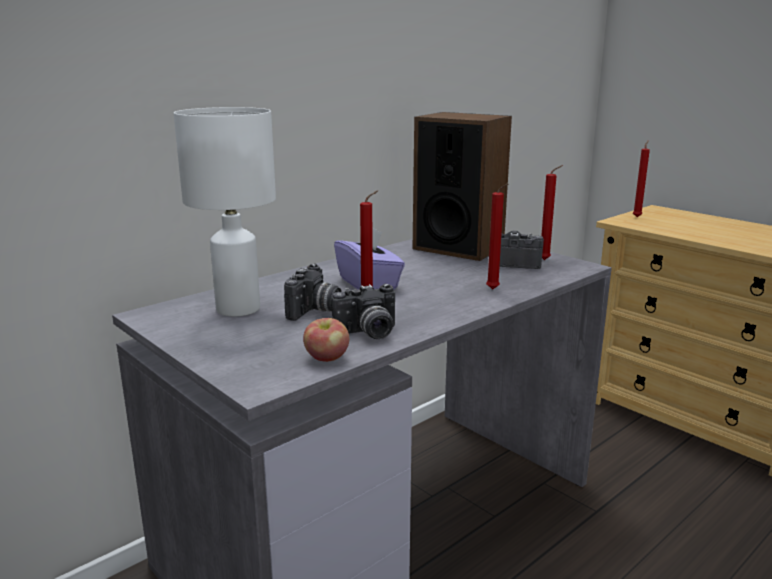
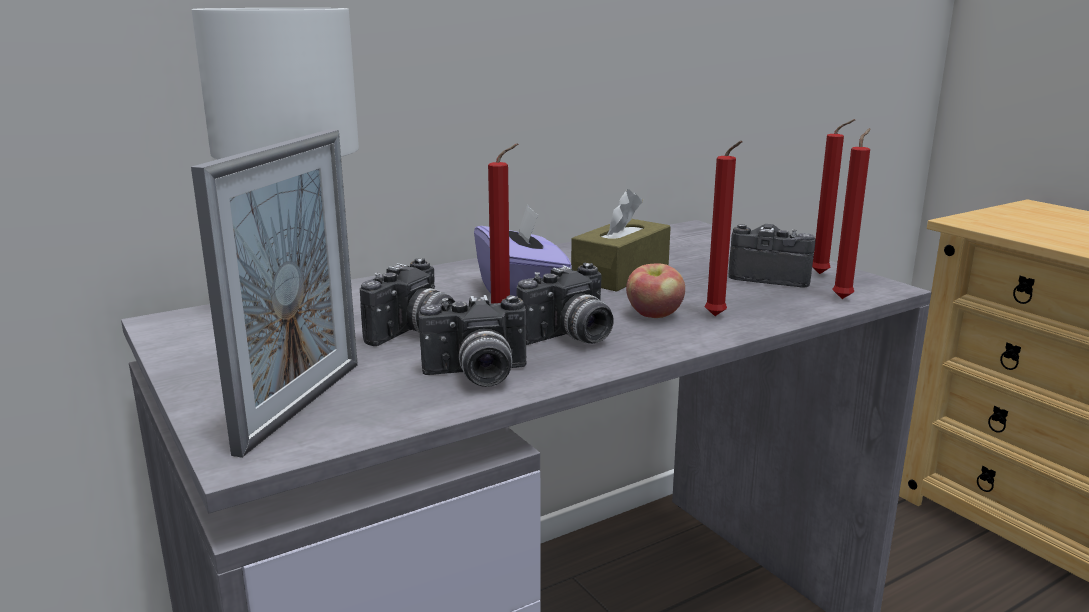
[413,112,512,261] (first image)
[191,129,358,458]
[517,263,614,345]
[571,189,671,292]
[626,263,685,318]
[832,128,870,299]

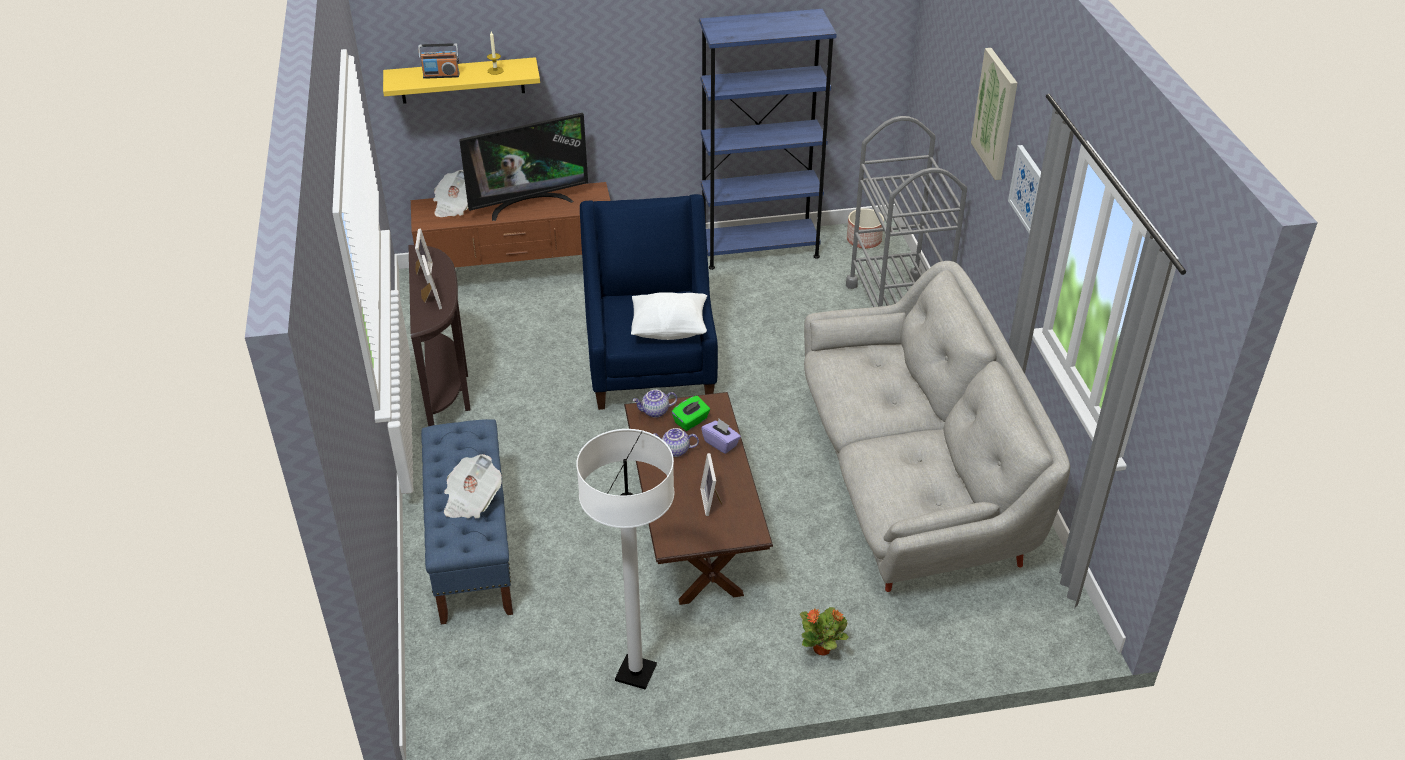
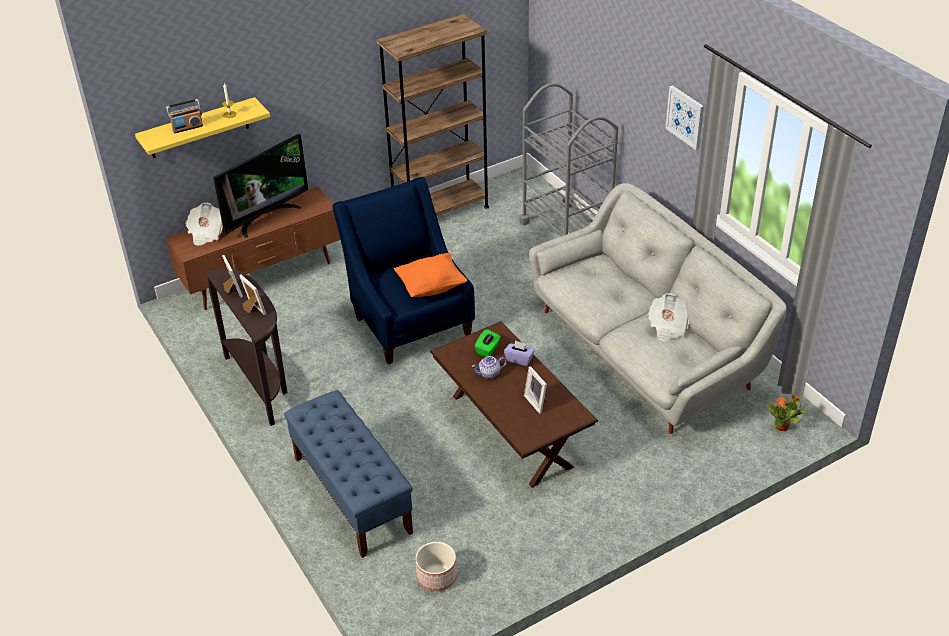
[576,429,675,689] (first image)
[633,390,677,418] (first image)
[971,48,1017,180] (first image)
[648,293,689,341]
[766,394,807,431]
[415,542,457,591]
[394,253,467,297]
[376,14,489,216]

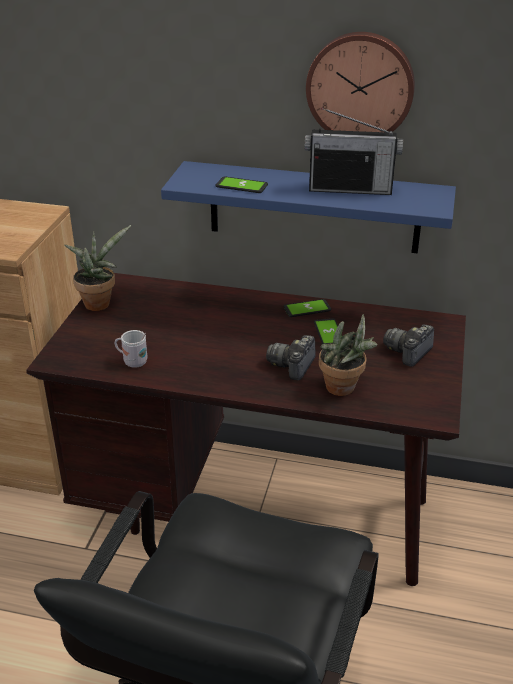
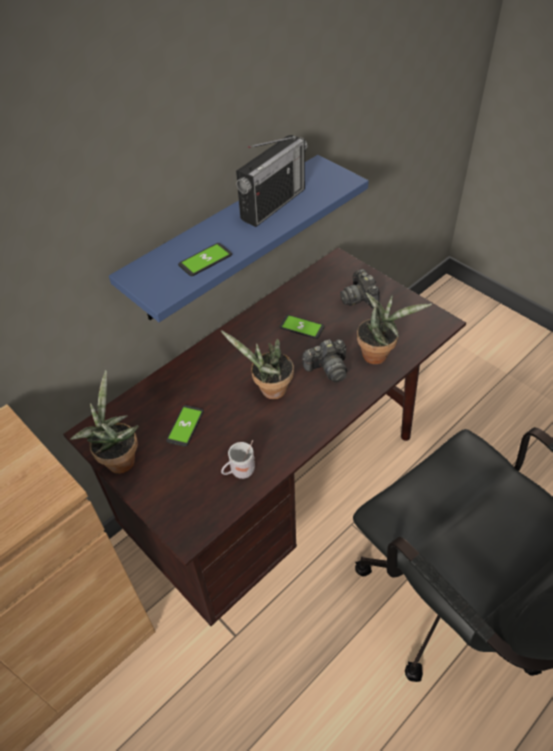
[306,32,415,132] (first image)
[221,330,294,399]
[166,405,204,447]
[303,339,347,382]

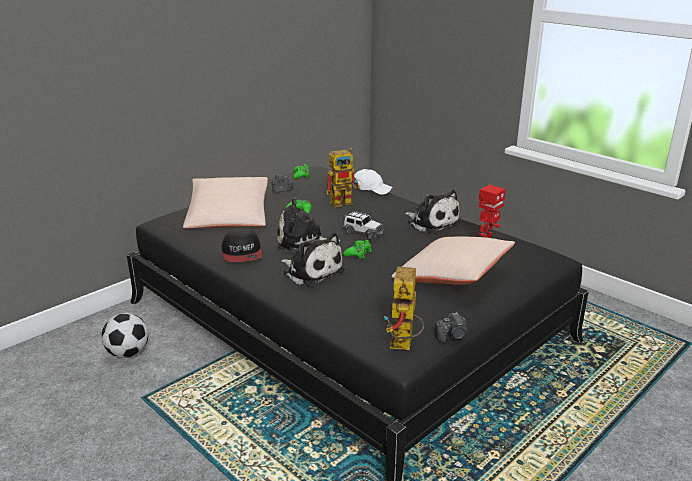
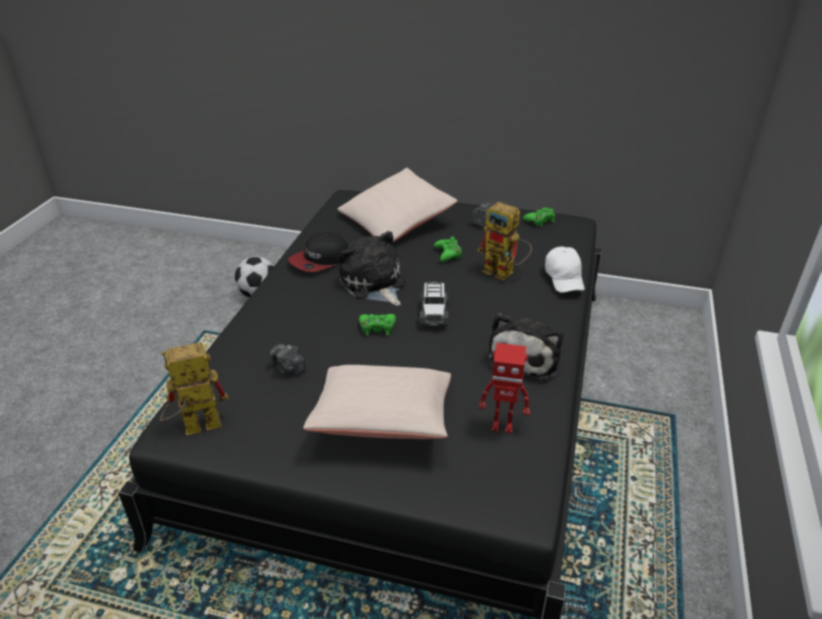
[281,232,345,287] (first image)
[269,344,306,375]

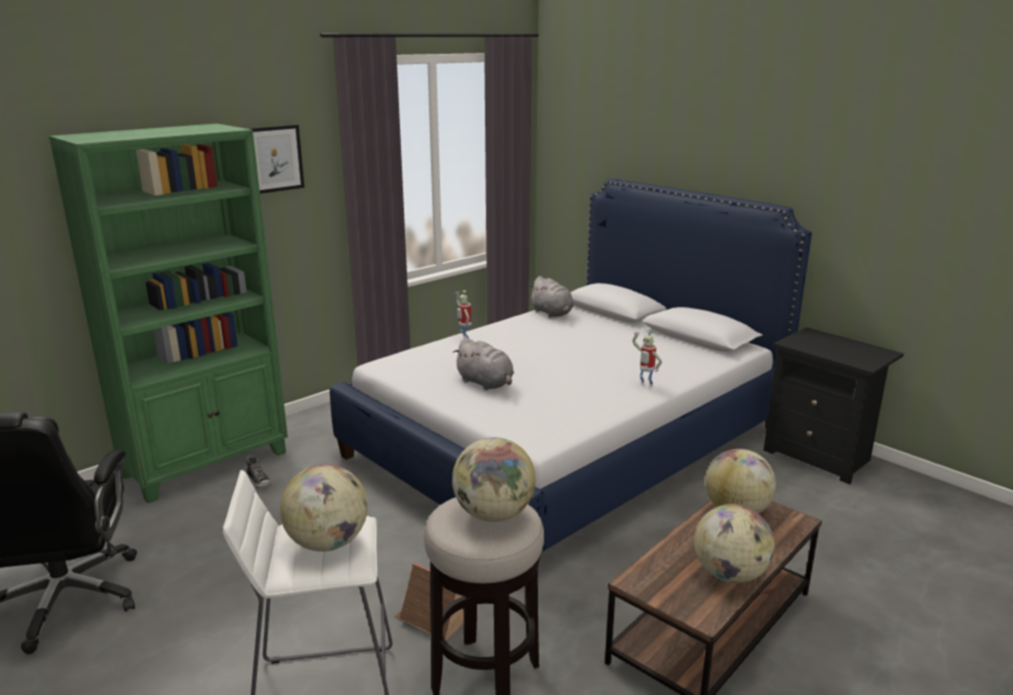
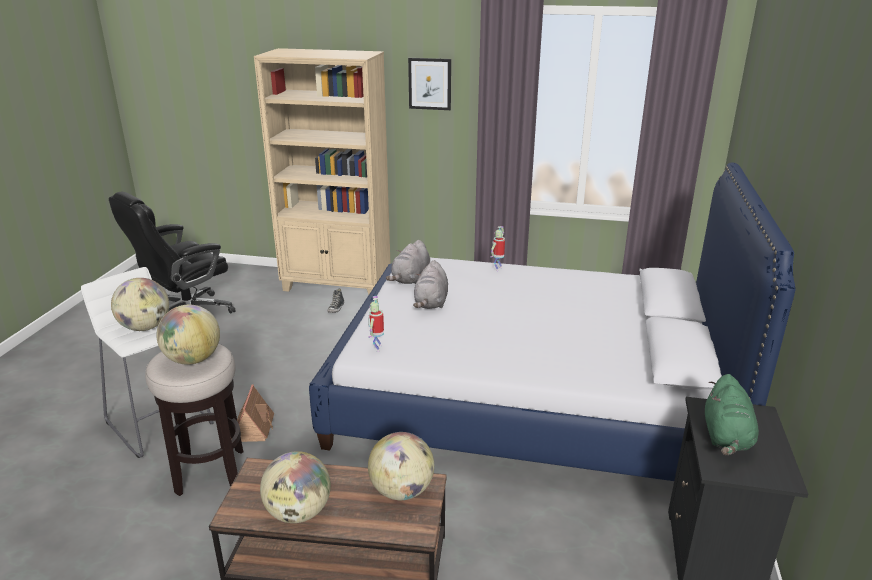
[705,374,759,455]
[386,240,430,284]
[368,296,384,352]
[254,48,391,295]

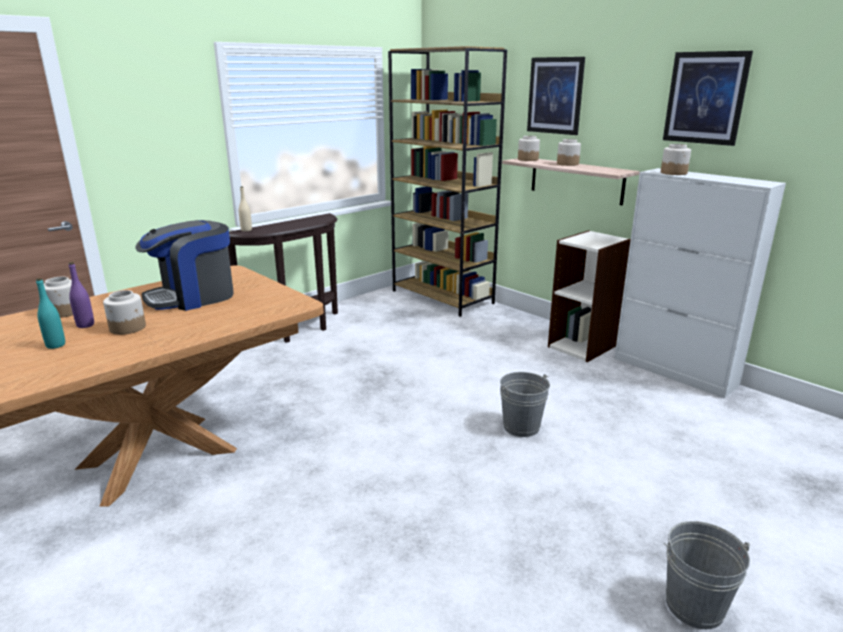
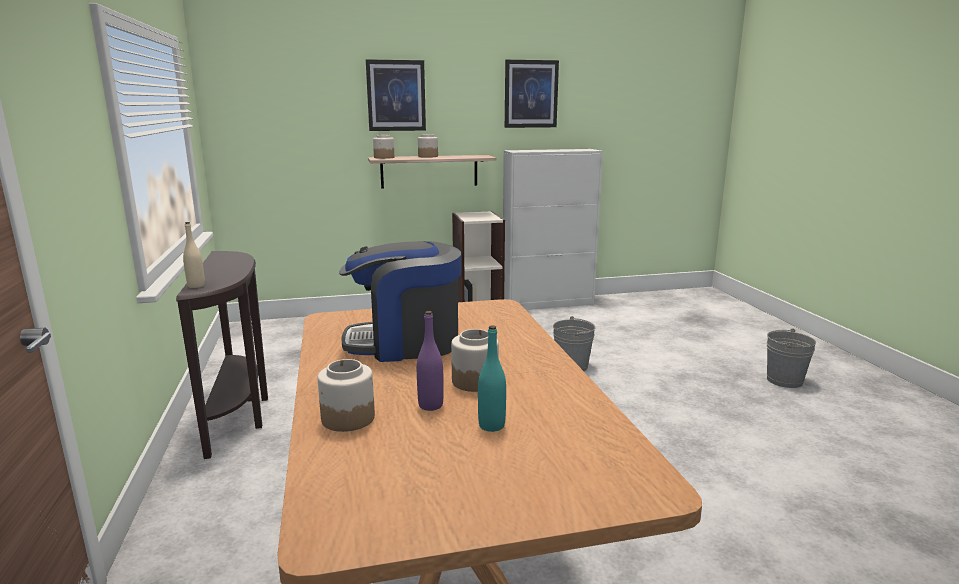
[388,46,507,317] (first image)
[661,144,691,175] (first image)
[339,241,461,362]

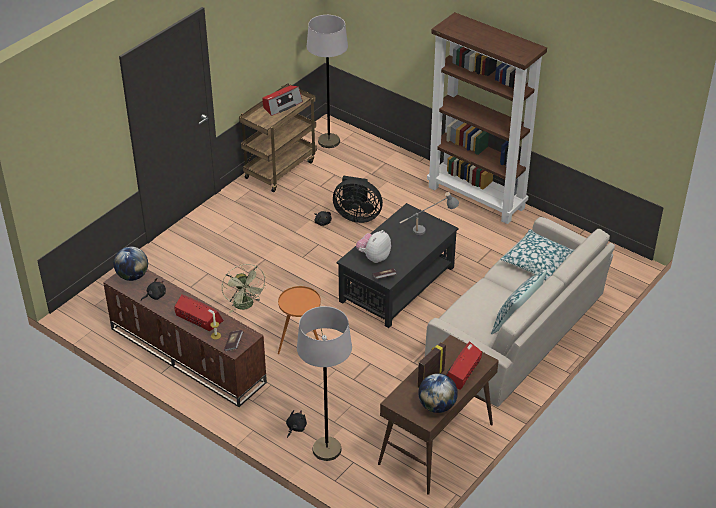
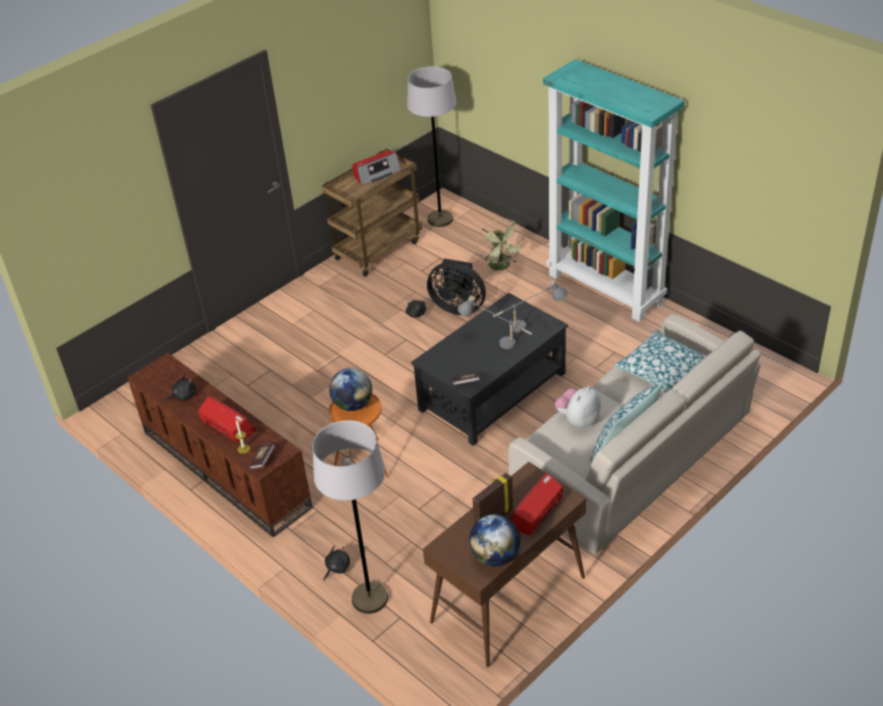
[458,295,532,349]
[329,368,372,411]
[477,219,525,273]
[555,386,601,428]
[543,59,685,322]

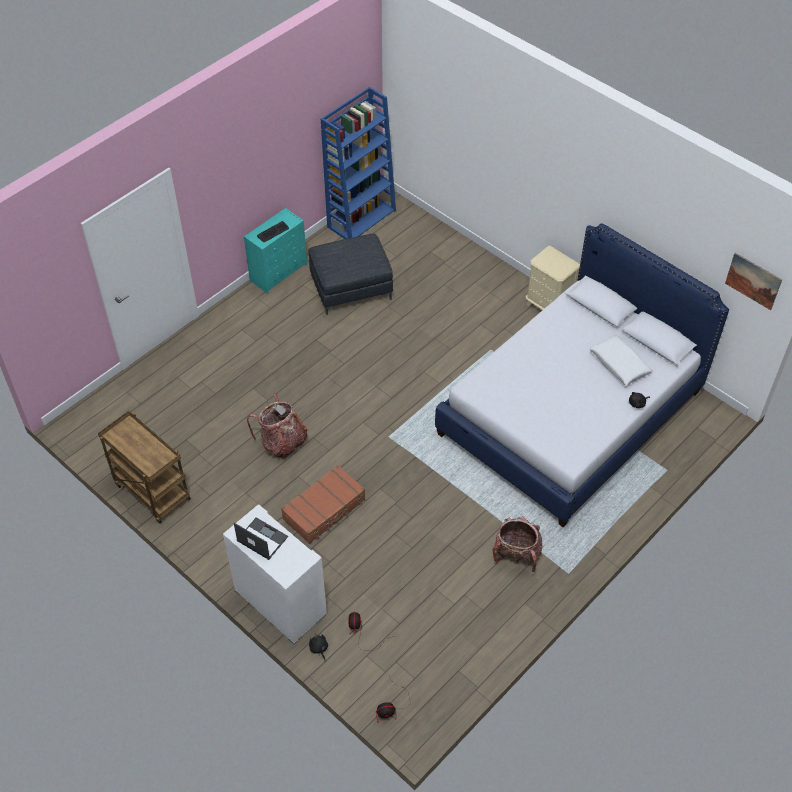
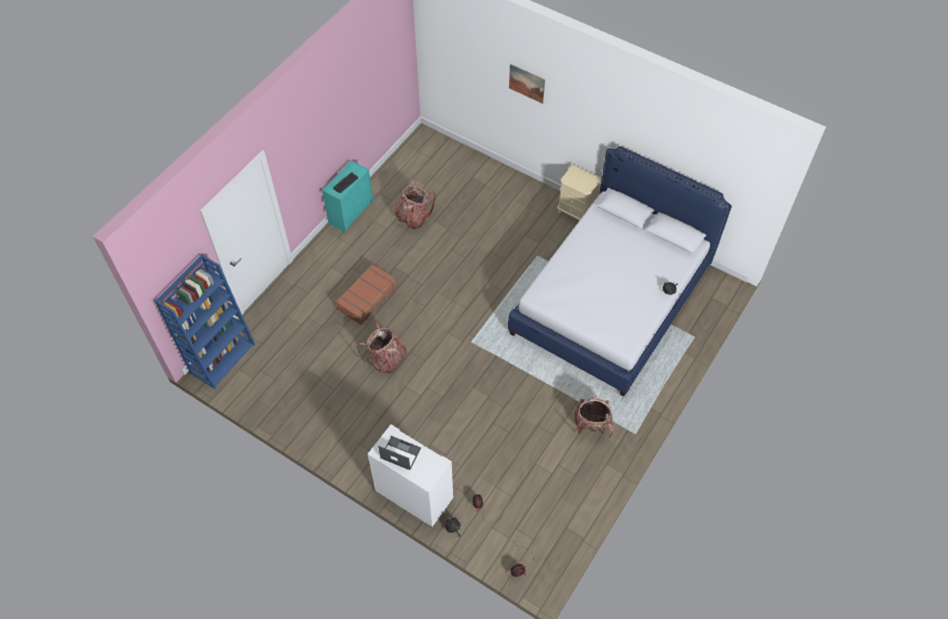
[98,411,191,523] (first image)
[590,336,652,385] (first image)
[336,264,397,325]
[155,254,255,389]
[509,64,545,104]
[395,180,436,229]

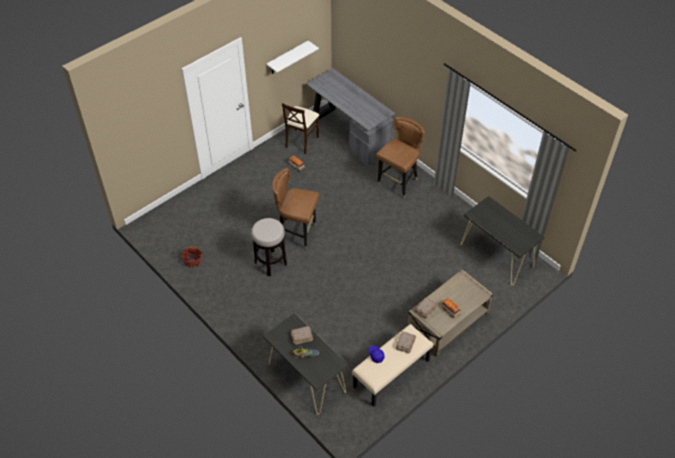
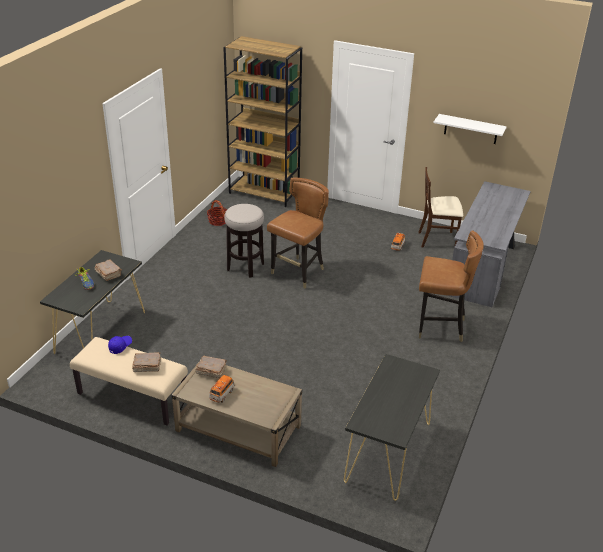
[223,36,302,207]
[267,178,329,289]

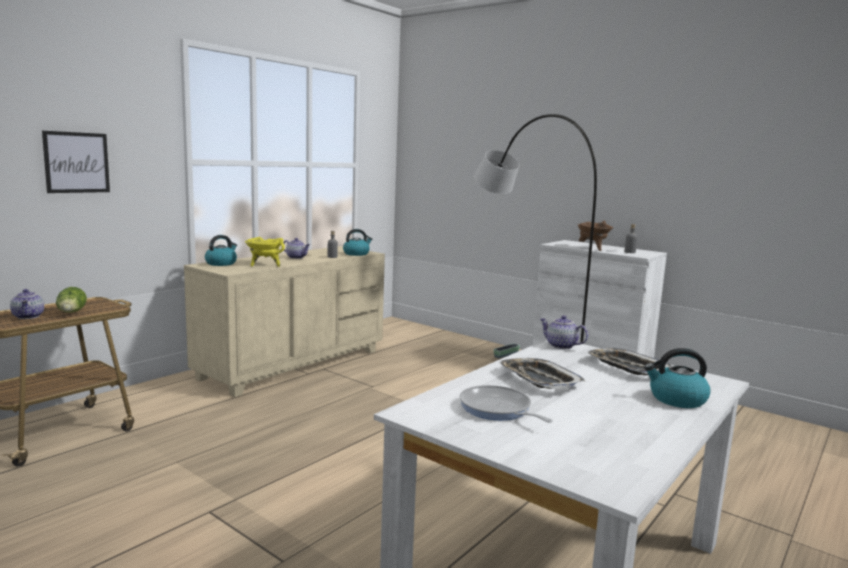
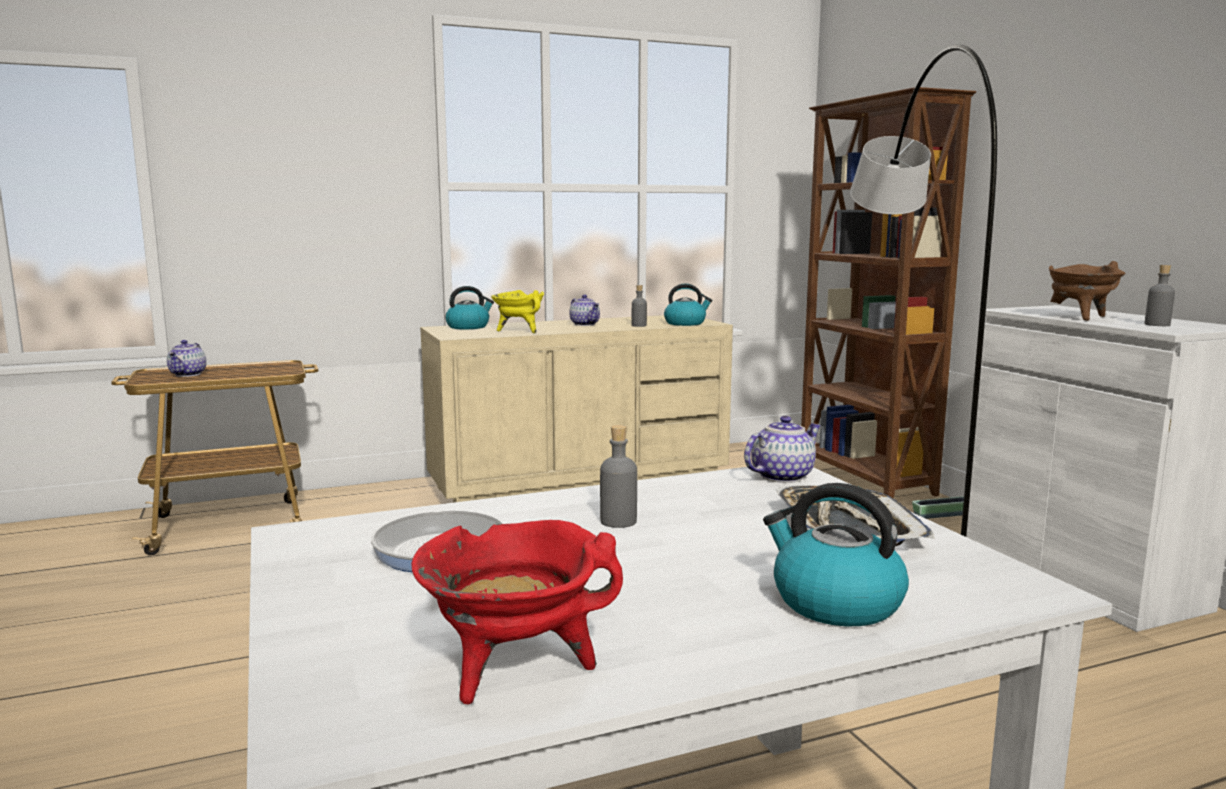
[42,131,110,193] (first image)
[56,287,87,313] (first image)
[412,520,623,704]
[801,87,976,498]
[600,425,637,528]
[744,416,821,483]

